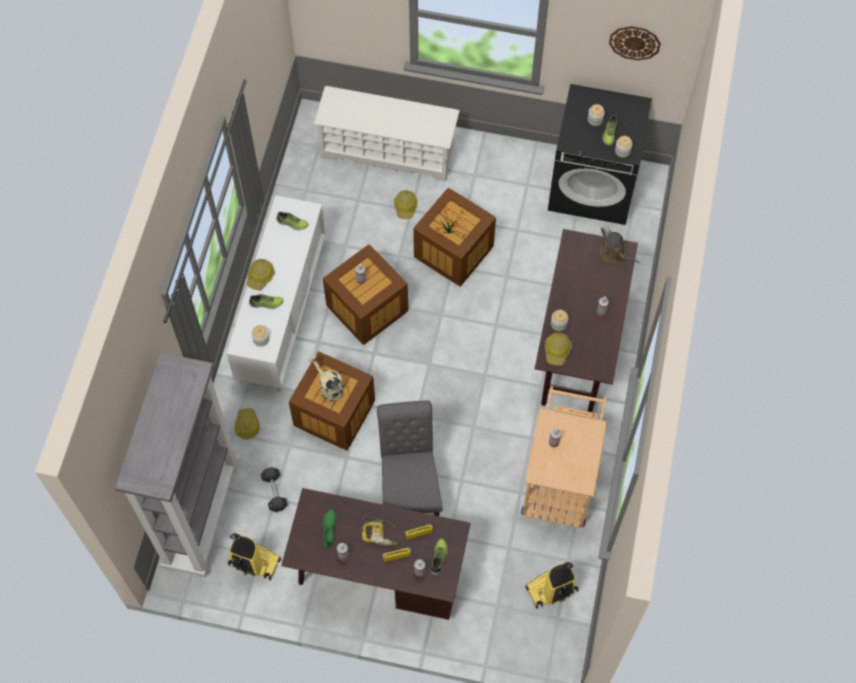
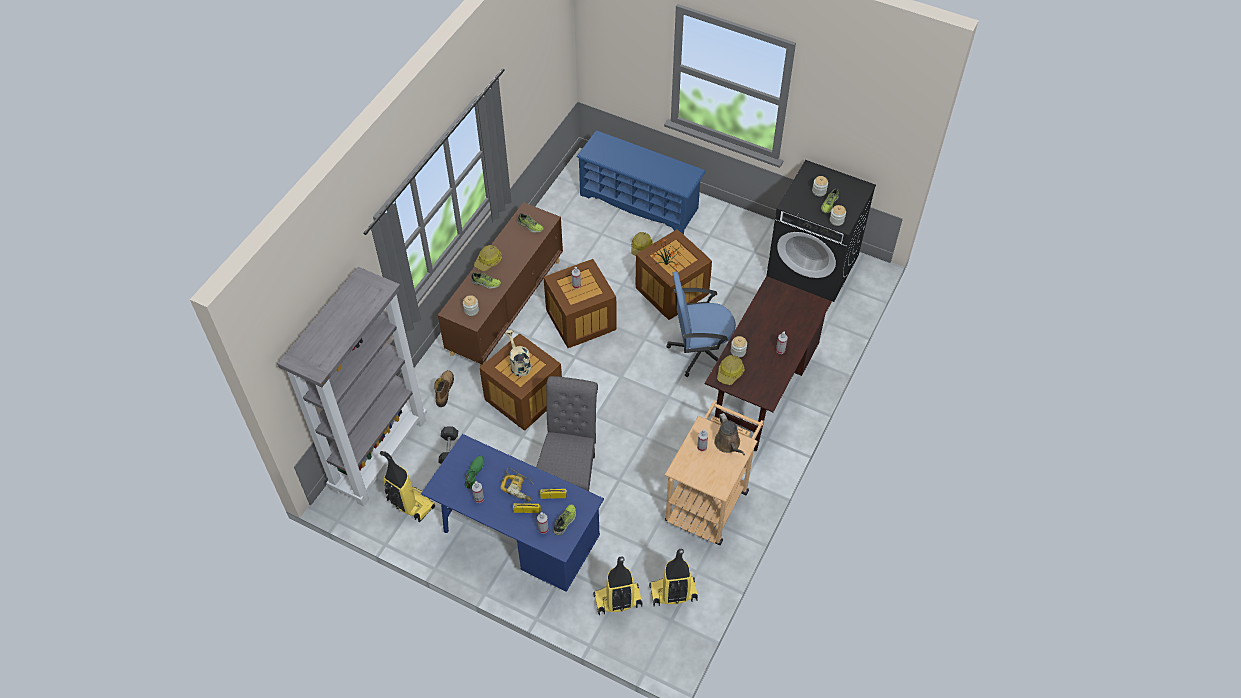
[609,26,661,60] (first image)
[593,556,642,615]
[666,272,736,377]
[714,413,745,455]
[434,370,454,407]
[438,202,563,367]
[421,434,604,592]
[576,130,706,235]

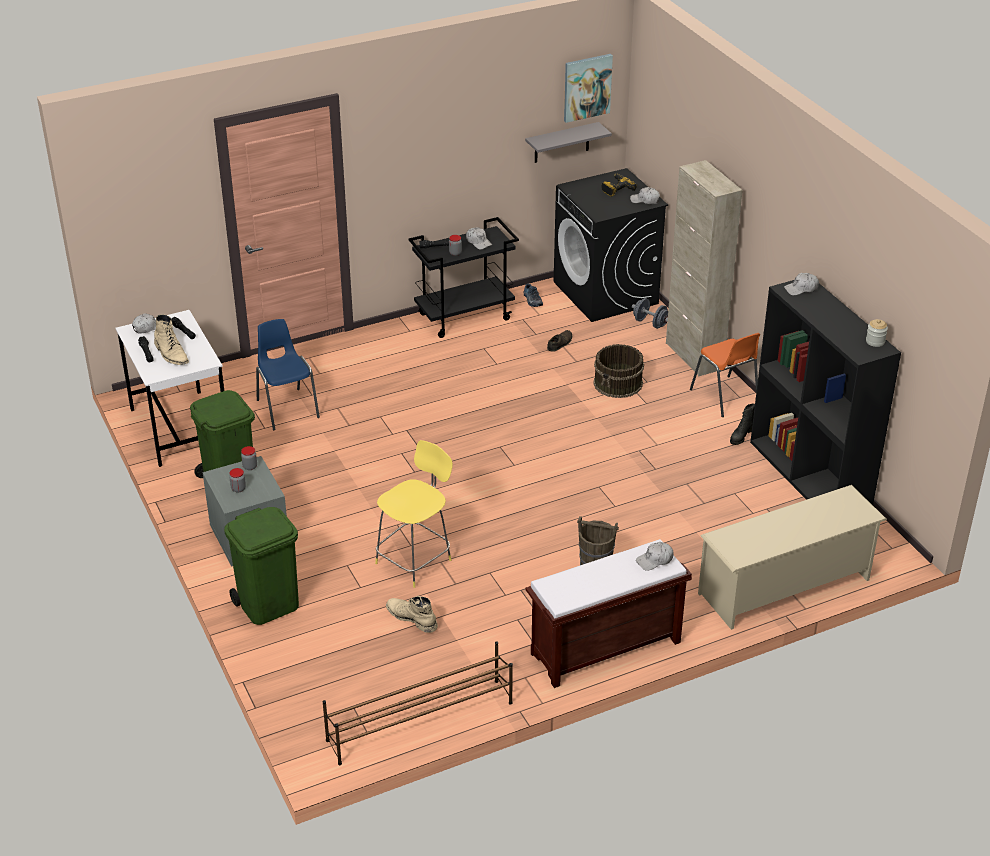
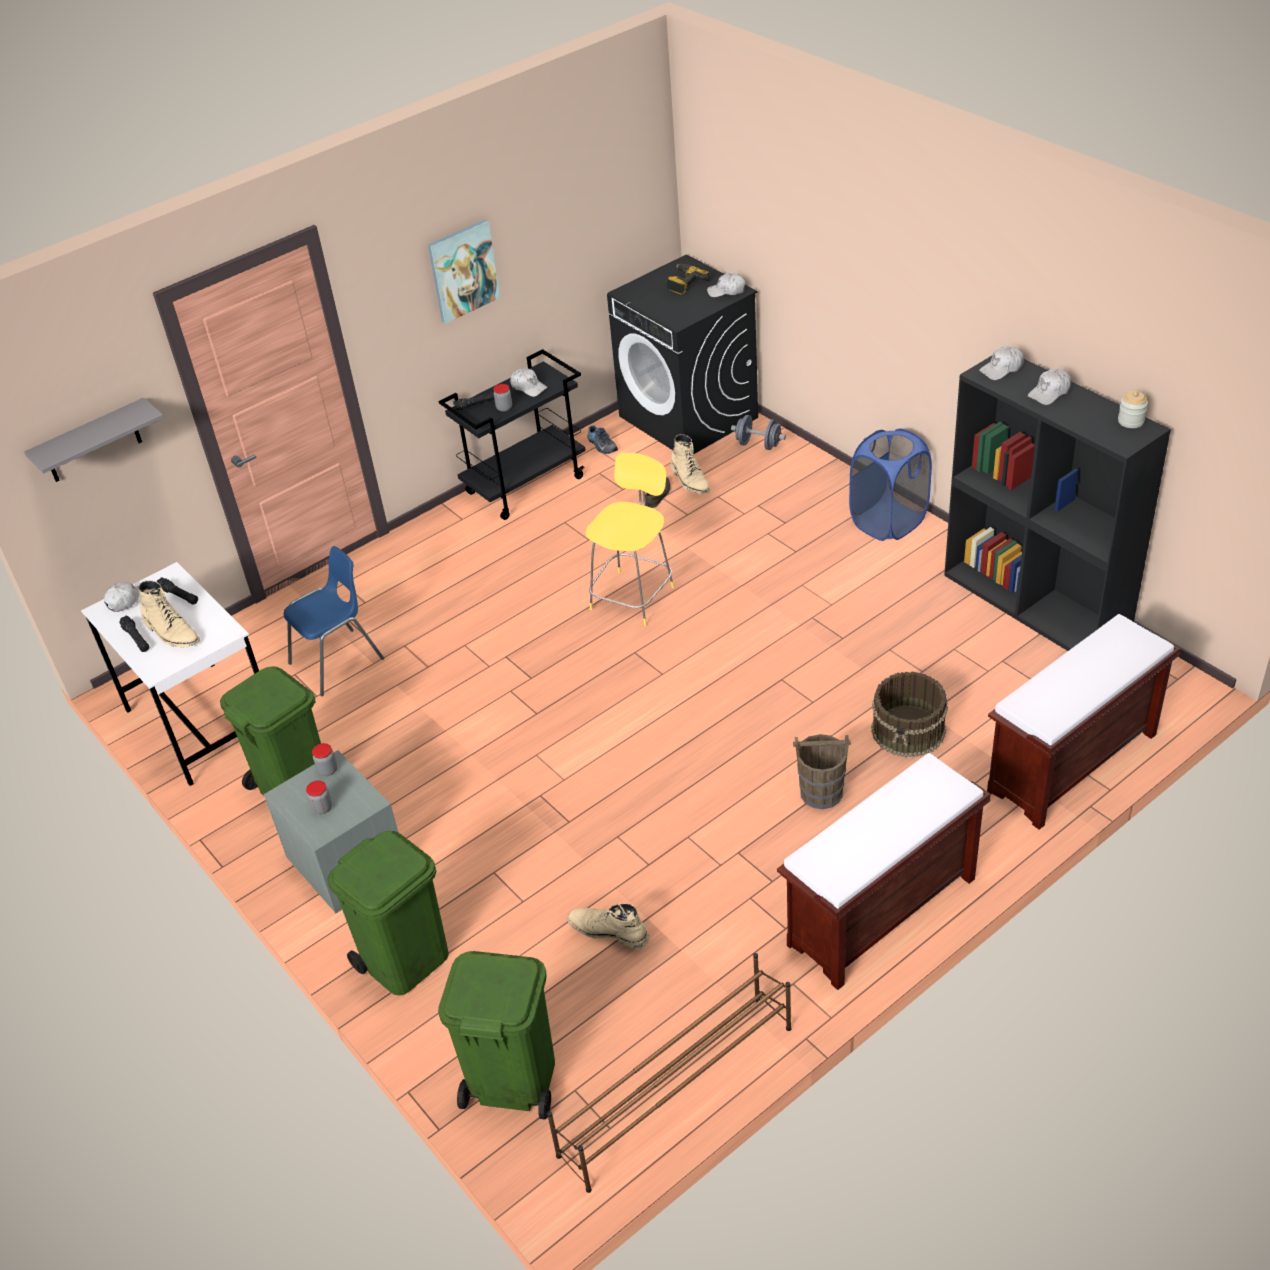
[666,160,743,376] (first image)
[730,403,755,445] (first image)
[438,951,555,1119]
[671,434,710,494]
[586,453,674,626]
[24,398,164,482]
[428,219,501,324]
[871,671,948,758]
[1028,369,1071,405]
[849,428,932,541]
[987,614,1180,830]
[284,546,384,696]

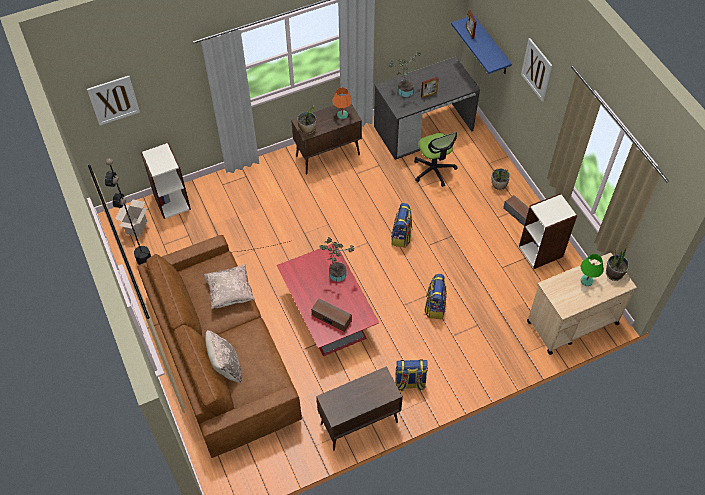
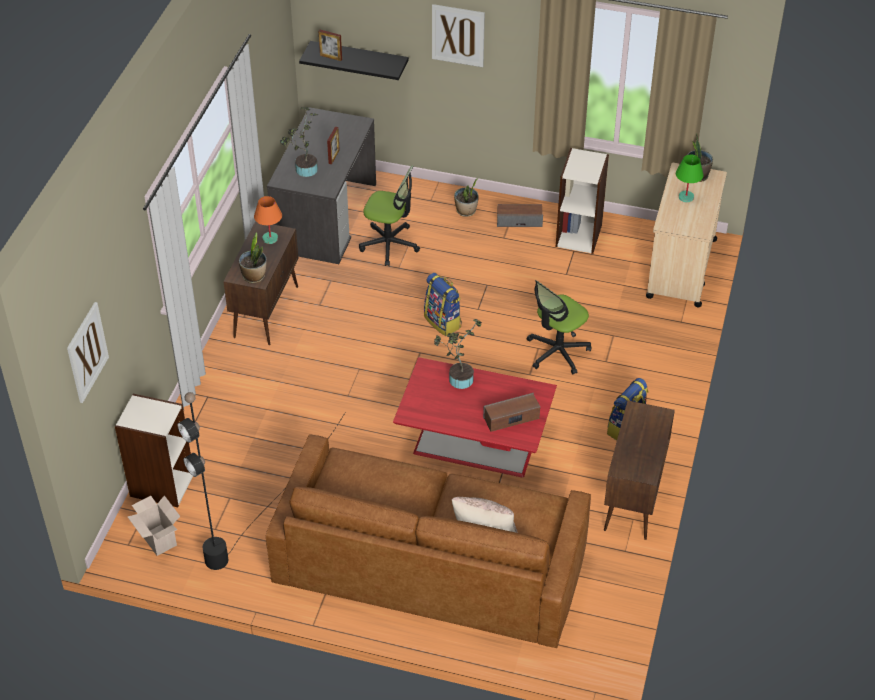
[204,264,255,309] (first image)
[527,280,591,374]
[299,41,409,80]

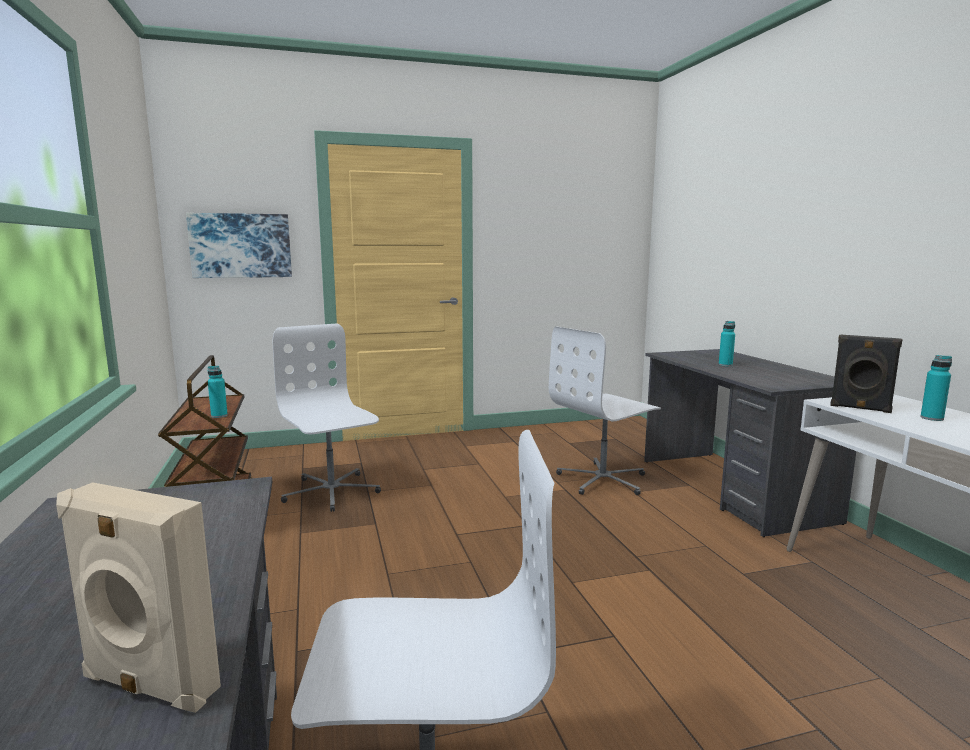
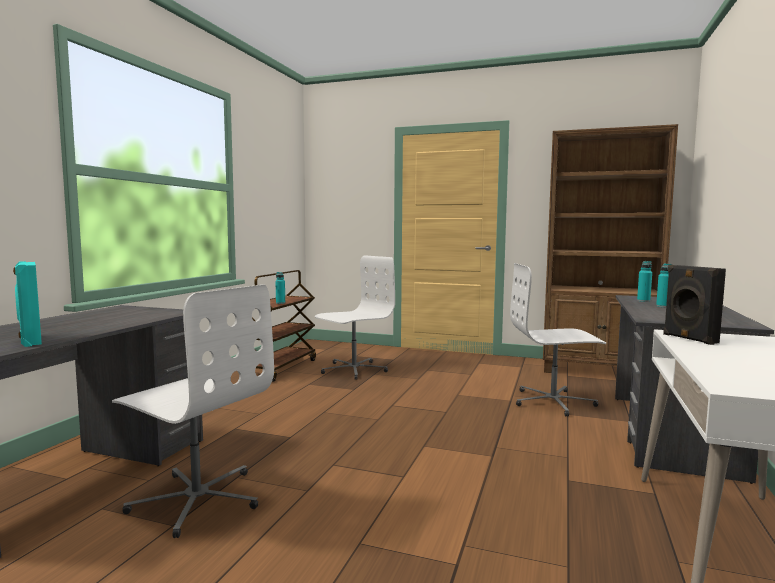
[186,213,292,278] (first image)
[543,124,678,373]
[637,261,652,302]
[13,261,42,347]
[315,255,395,380]

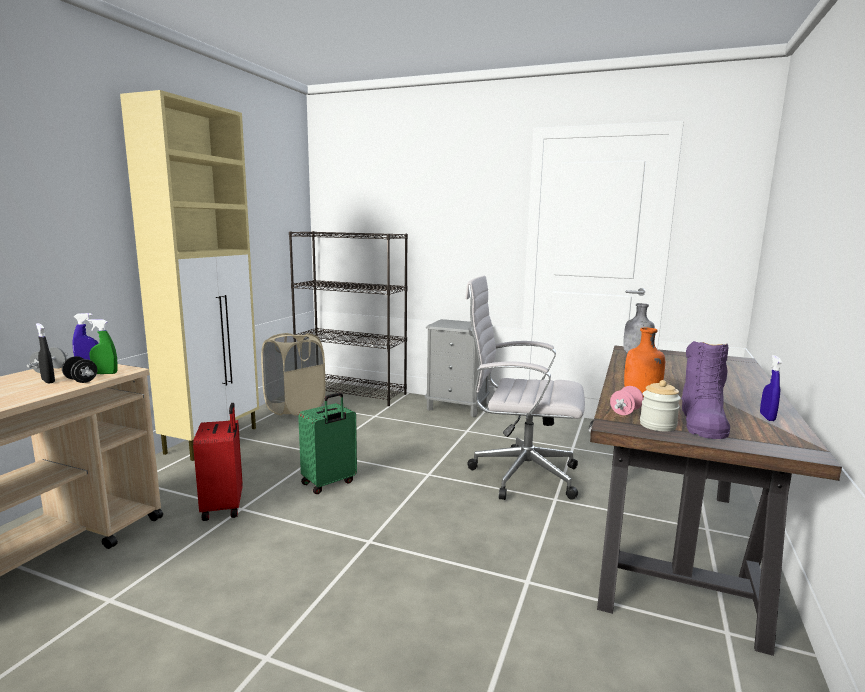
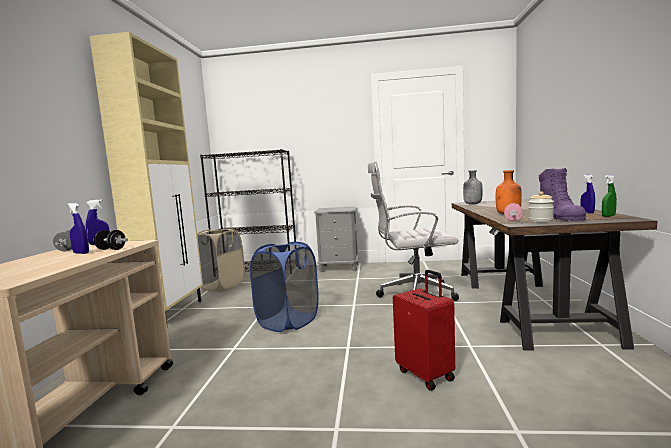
[602,175,617,217]
[393,270,455,390]
[250,242,319,332]
[67,203,89,254]

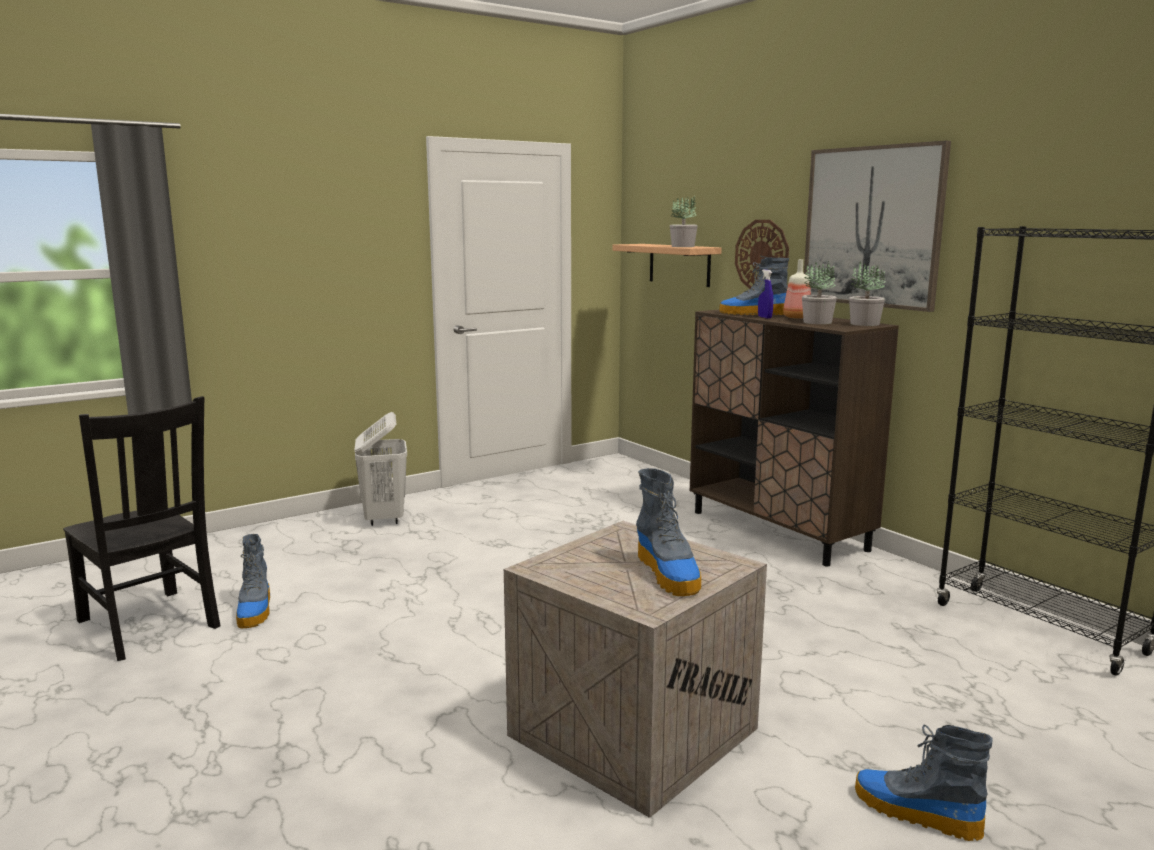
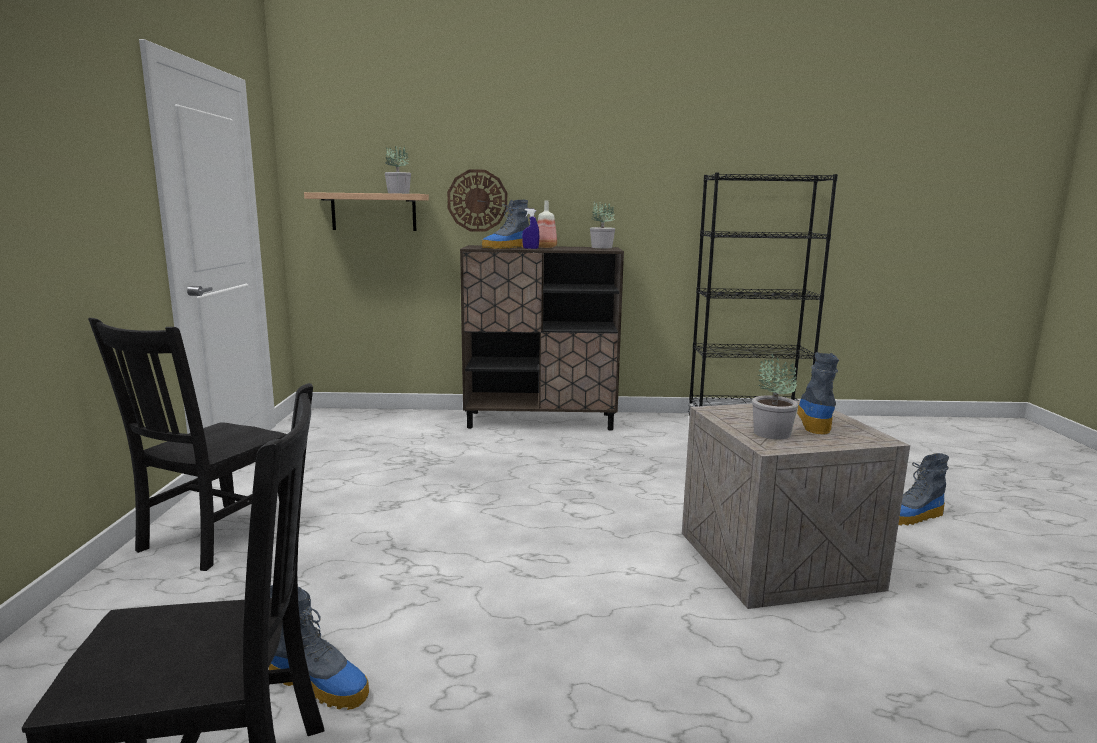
[804,141,951,312] (first image)
[752,354,798,439]
[88,318,287,571]
[797,352,840,435]

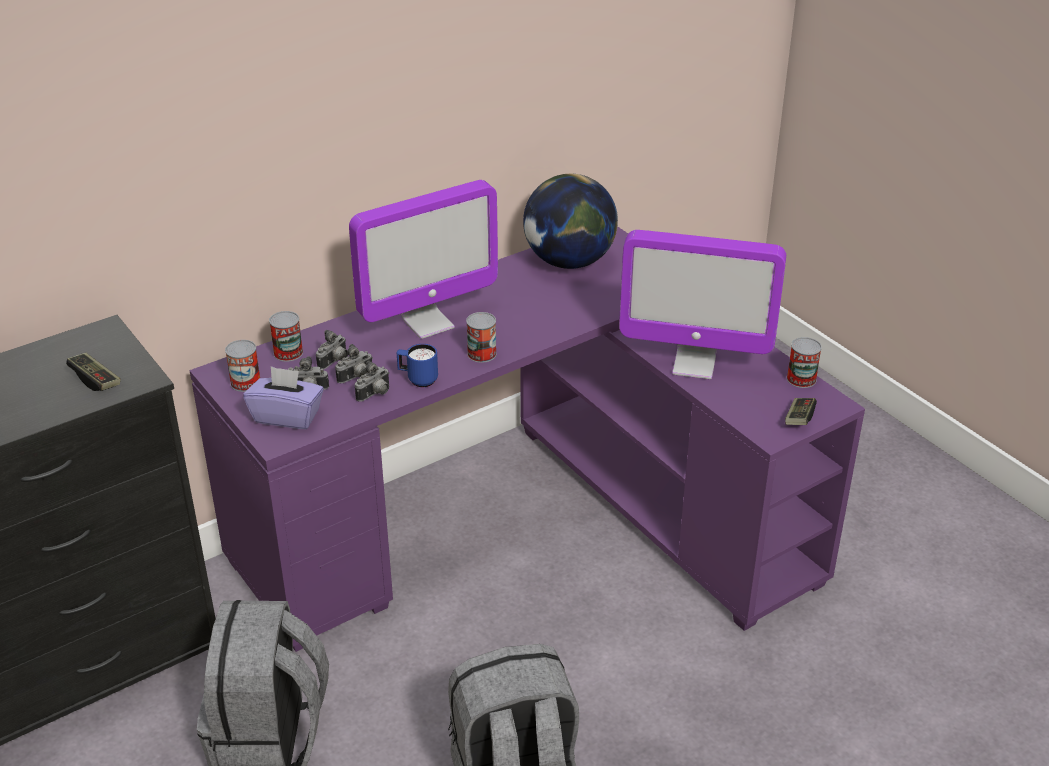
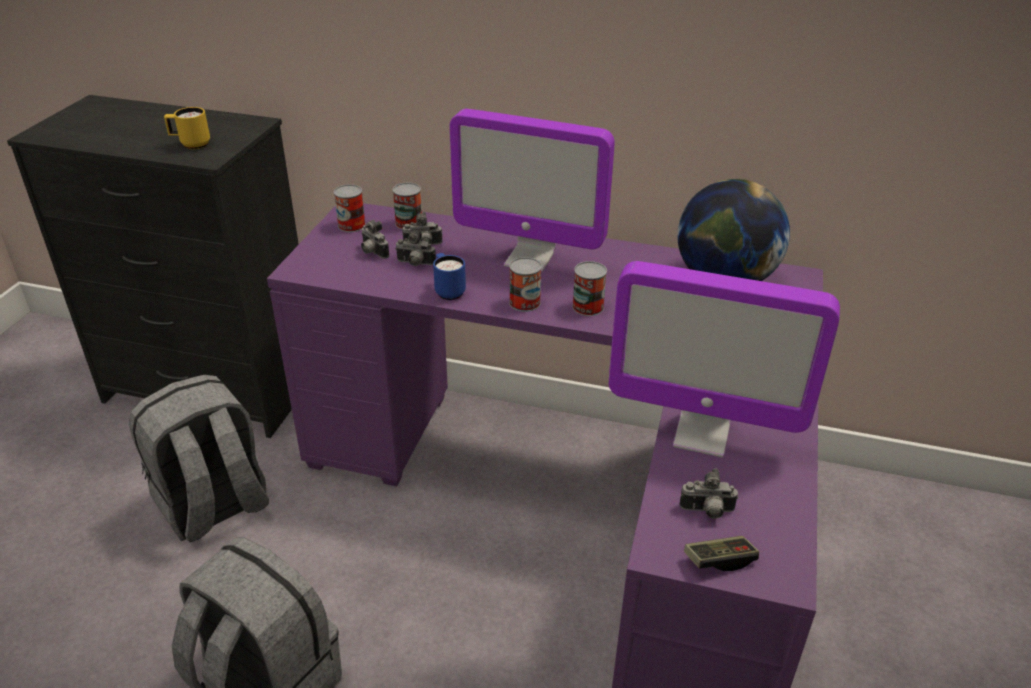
[243,366,324,429] (first image)
[679,469,739,519]
[572,261,607,316]
[164,107,210,149]
[609,261,840,457]

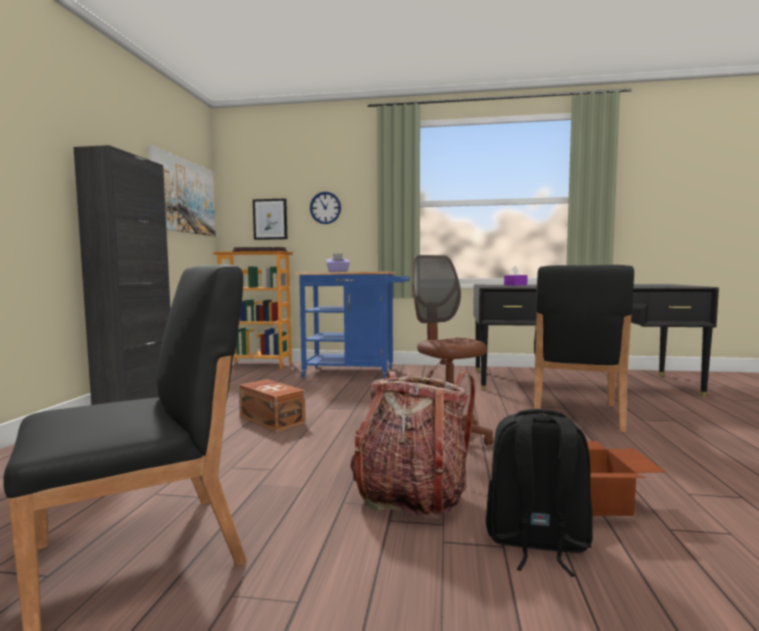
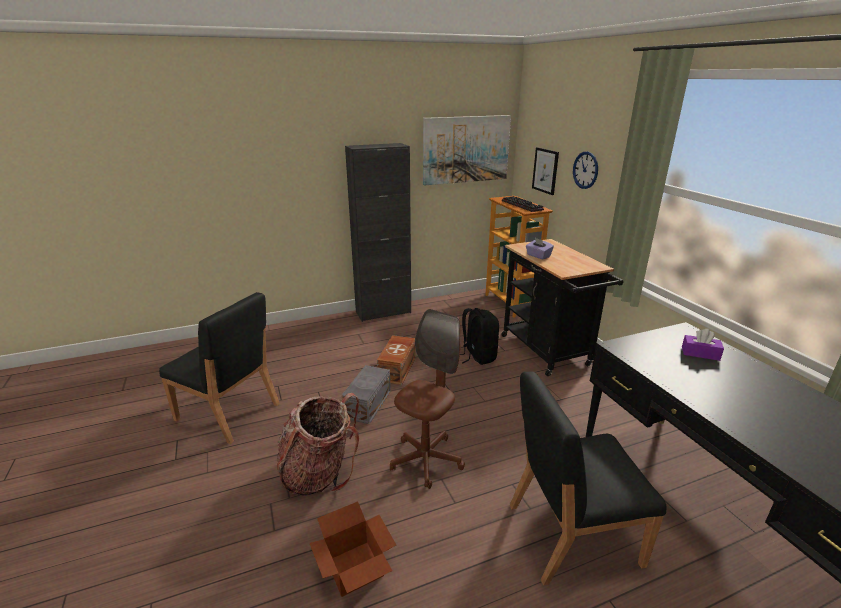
[341,365,391,424]
[460,308,499,365]
[501,239,623,376]

